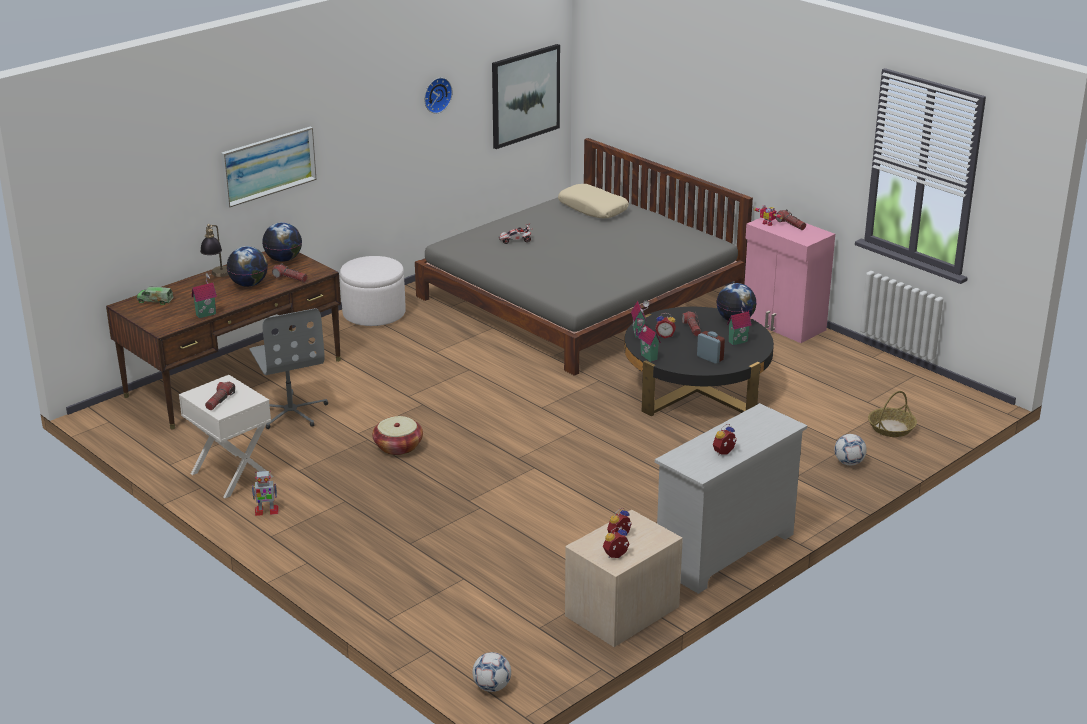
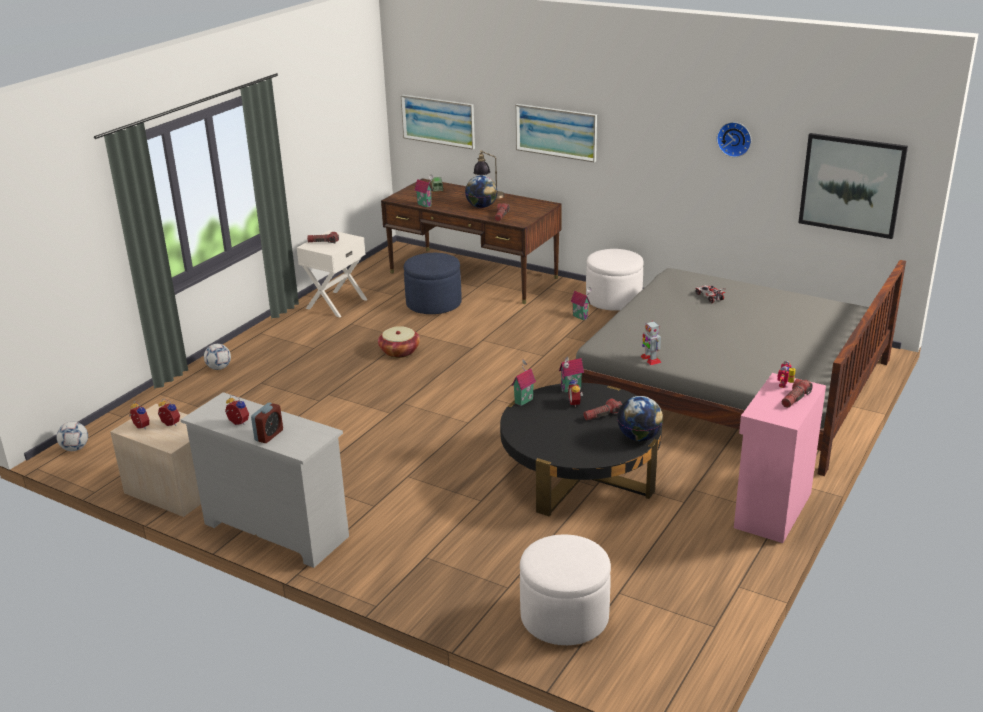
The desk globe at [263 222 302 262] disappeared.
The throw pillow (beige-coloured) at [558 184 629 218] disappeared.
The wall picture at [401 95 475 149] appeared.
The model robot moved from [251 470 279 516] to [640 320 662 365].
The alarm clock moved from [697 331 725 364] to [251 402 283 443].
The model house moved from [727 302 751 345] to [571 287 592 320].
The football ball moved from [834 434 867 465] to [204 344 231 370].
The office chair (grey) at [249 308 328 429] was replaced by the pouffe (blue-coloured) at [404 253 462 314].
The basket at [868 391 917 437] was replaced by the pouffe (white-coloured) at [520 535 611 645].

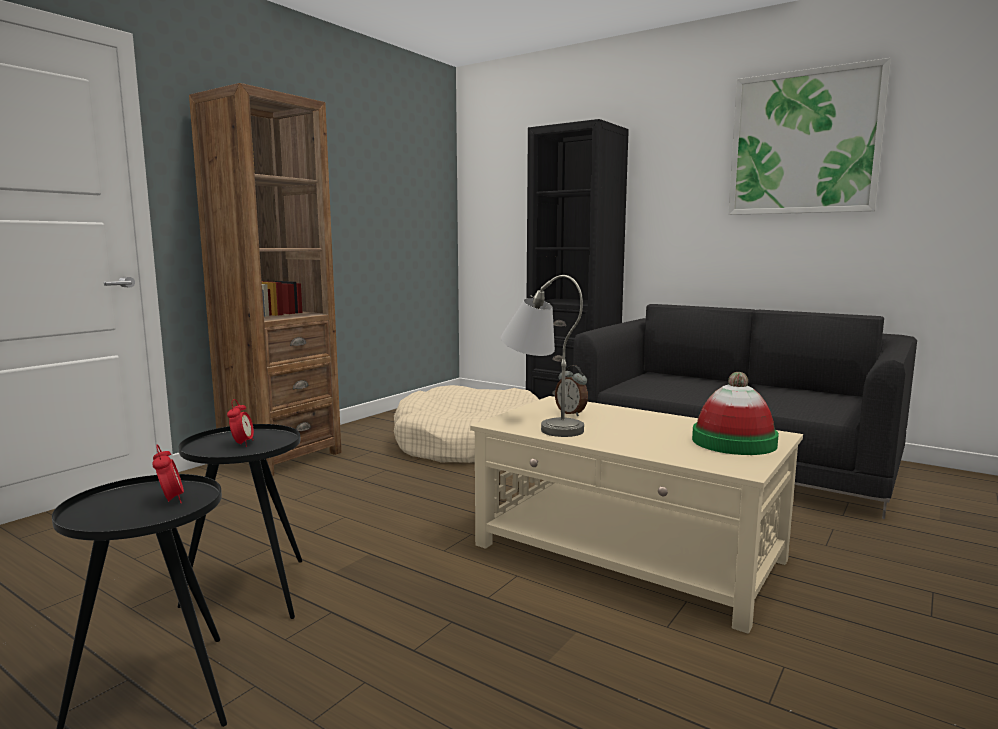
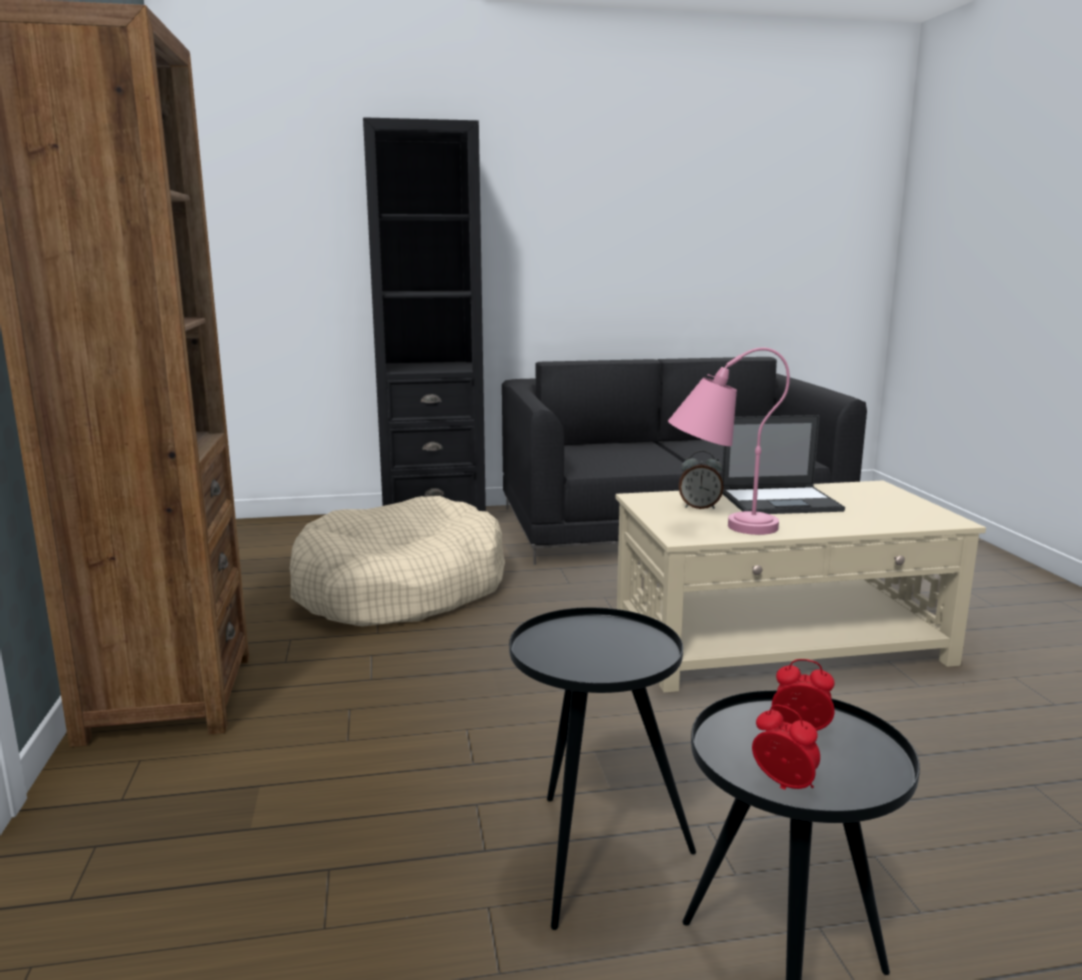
The wearable hat at [692 372 779 455] disappeared.
The wall picture at [728 58 891 215] disappeared.
The notebook computer at [722 415 845 514] appeared.
The alarm clock moved from [227 399 254 447] to [752 705 820 790].
The lamp for a table (grey) at [501 275 584 437] became the lamp for a table (pinkish) at [668 347 790 535].

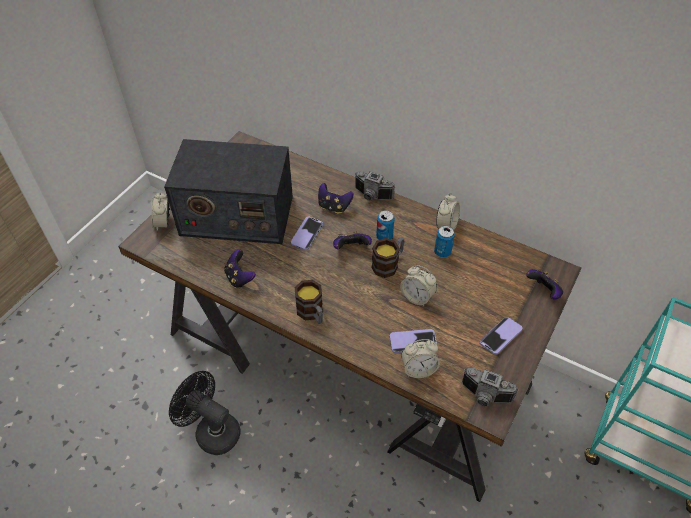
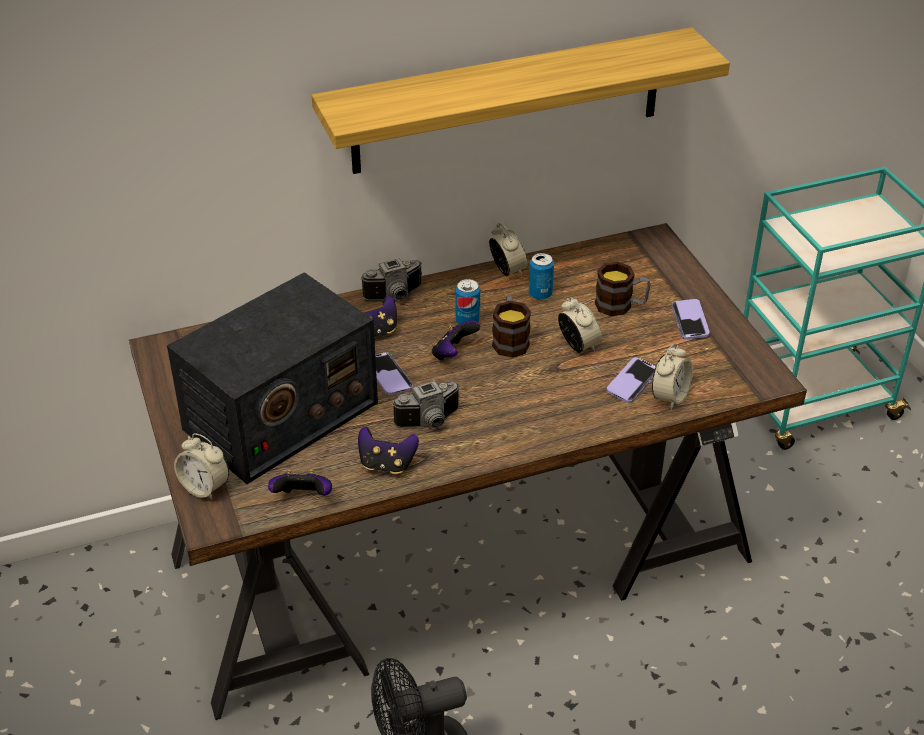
The shelf at [312 27 730 174] appeared.
The coffee mug moved from [295 280 323 324] to [595 262 651 316].
The photo camera moved from [462 367 518 406] to [392 381 460 429].
The joypad moved from [526 269 563 300] to [268 470 332 496].
The alarm clock at [400 265 437 306] turned 105 degrees counterclockwise.

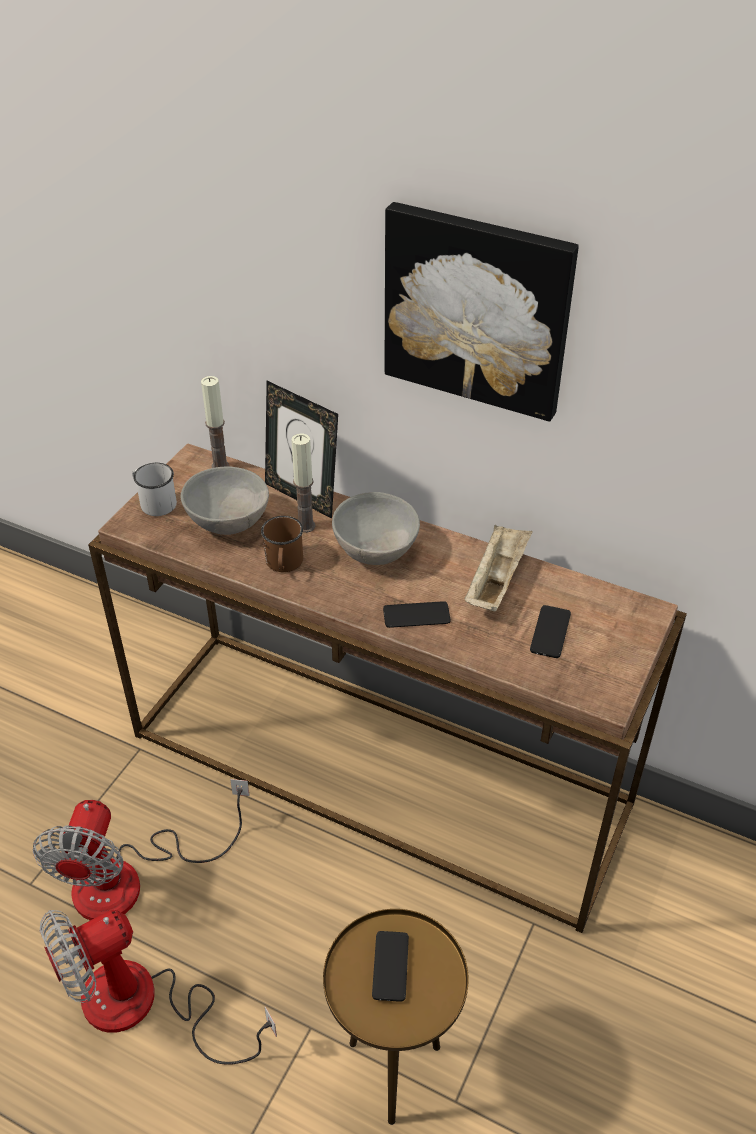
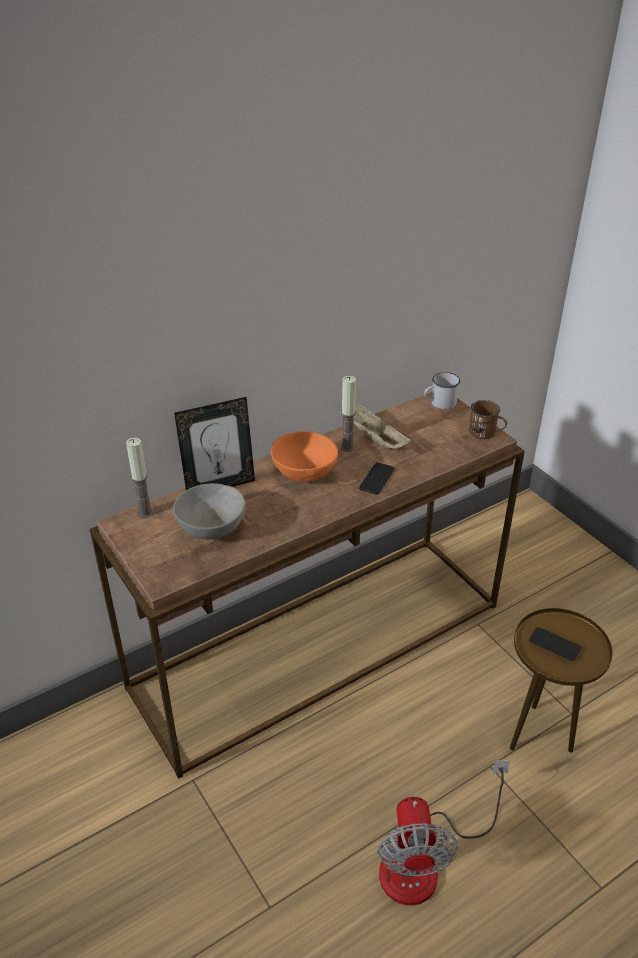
The electric fan at [32 779 250 920] disappeared.
The wall picture at [384 202 579 421] disappeared.
The handset at [530 605 571 658] disappeared.
The coffee mug (white-coloured) moved from [132 463 177 516] to [424 372 460 410].
The coffee mug (brownish) moved from [261 516 303 572] to [469 400 507 439].
The wax light moved from [291 434 316 533] to [341 376 356 452].
The deep dish (grey) at [332 492 420 565] became the deep dish (orangey) at [271 431 338 482].

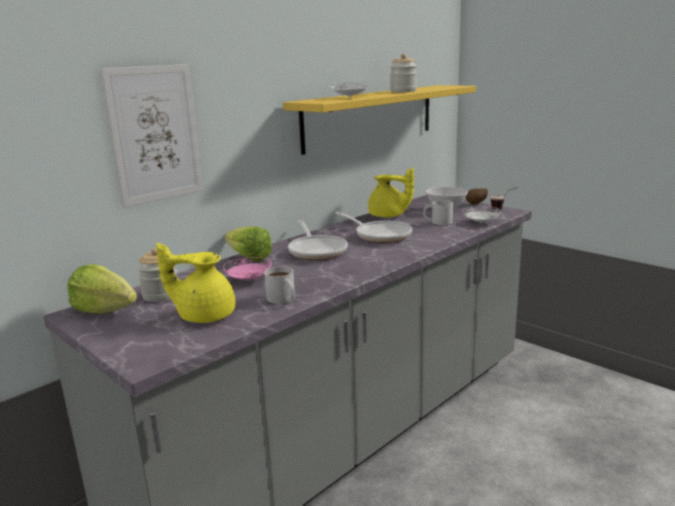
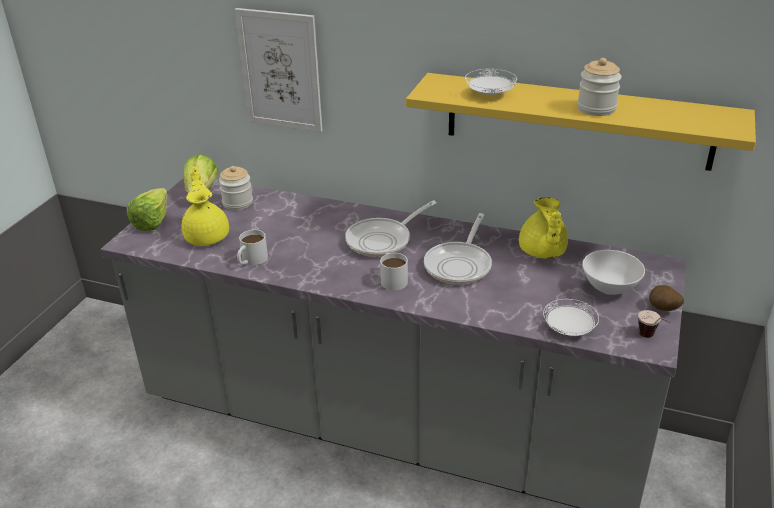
The dinner plate (pinkish) at [223 257 272 280] disappeared.
The head of lettuce moved from [224 227 272 262] to [127 188 168 231].
The coffee mug (white-coloured) moved from [423 200 453 225] to [380 253 408 291].

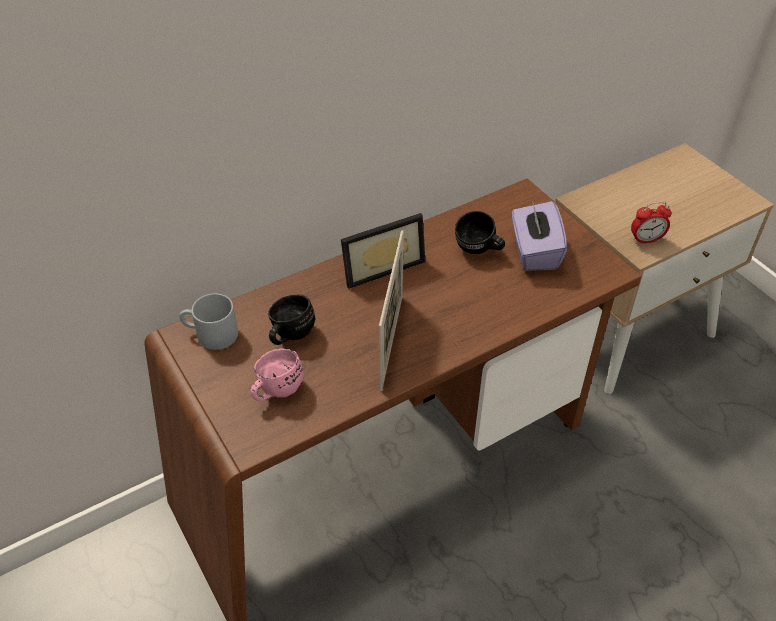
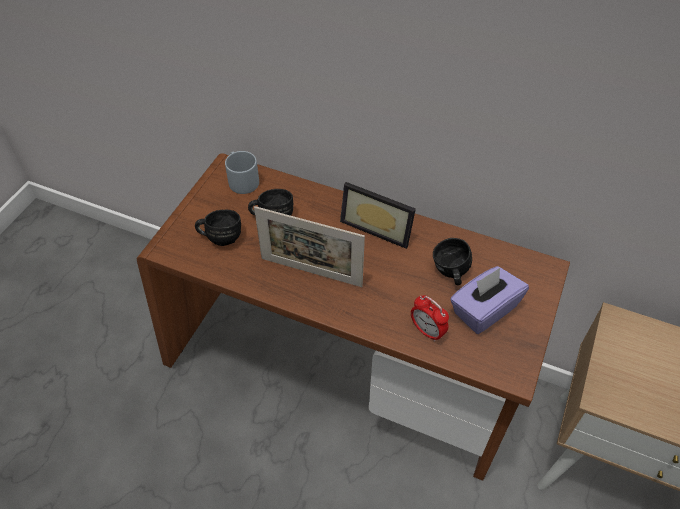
The alarm clock moved from [631 201 672 244] to [411 296 449 342].
The coffee mug (pinkish) at [250 349 304 401] became the coffee mug (black-coloured) at [195 209 241 246].
The standing frame at [379 230 404 391] turned 45 degrees clockwise.

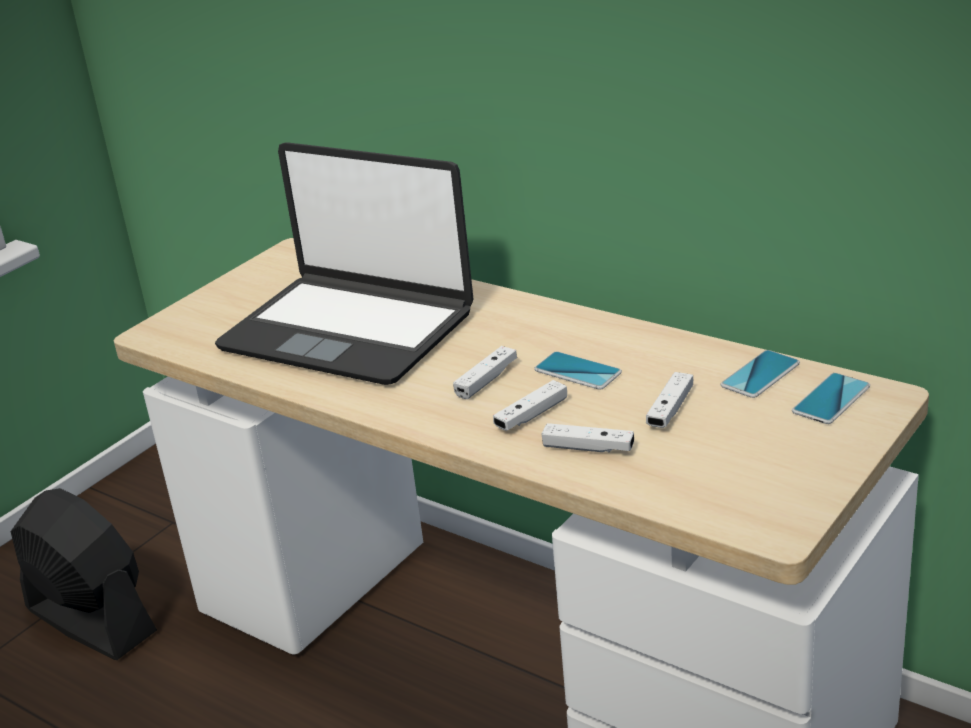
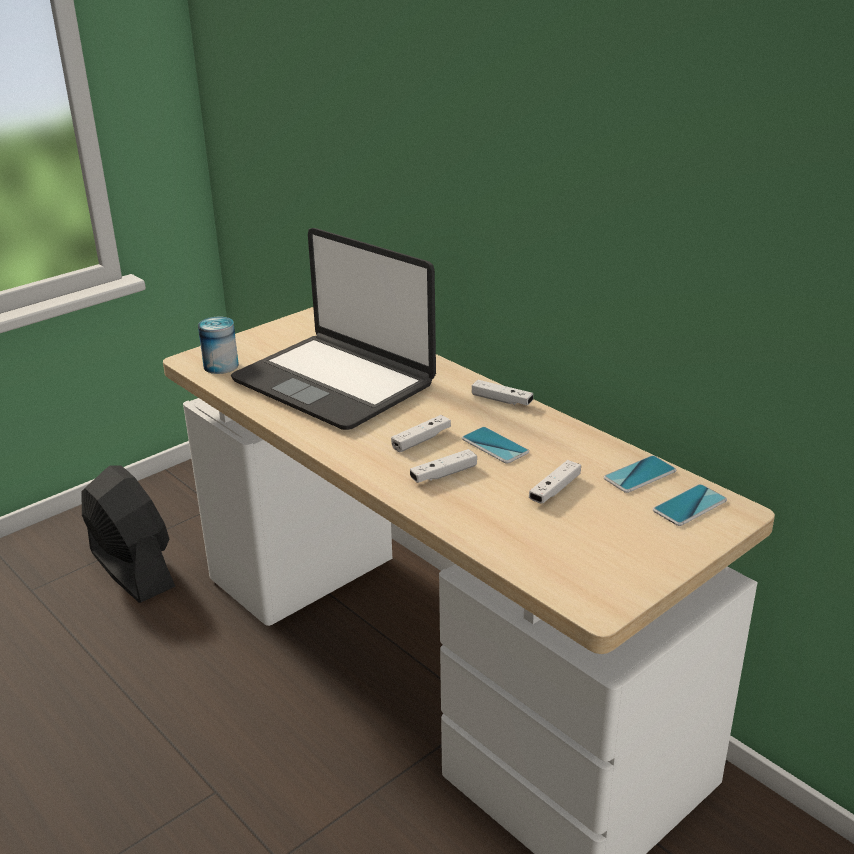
The can at [198 317 239 374] appeared.
The joypad (white-coloured) moved from [541 423 634 453] to [472 380 533 405].

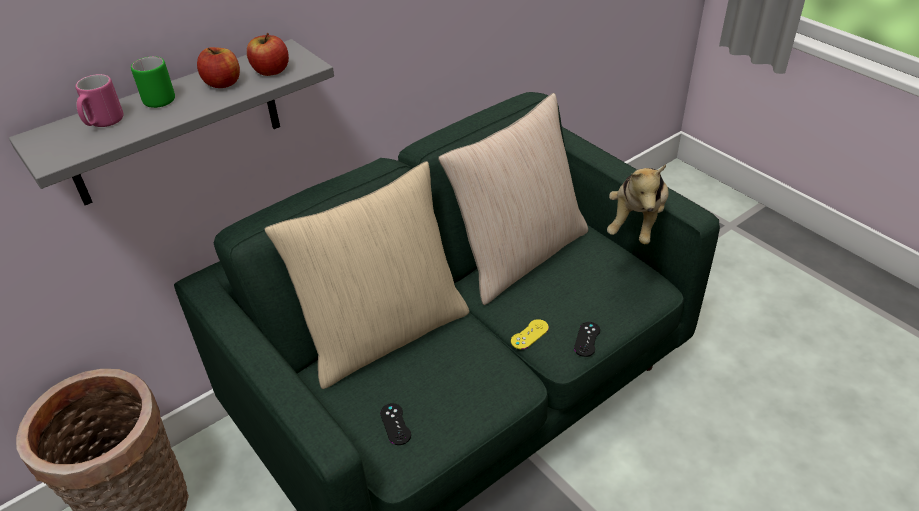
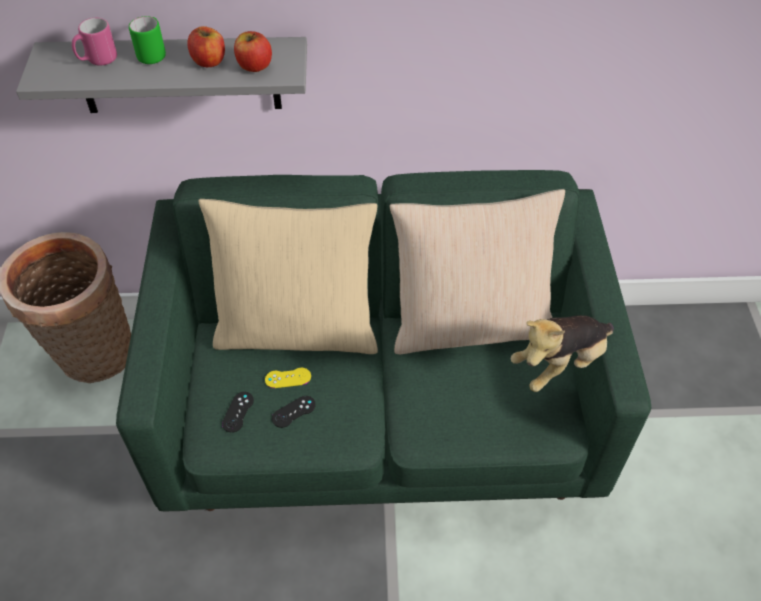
The joypad (yellowish) moved from [511 319 549 349] to [265 368 311 388].
The joypad (black-coloured) moved from [574 322 600 357] to [272 396 316 428].

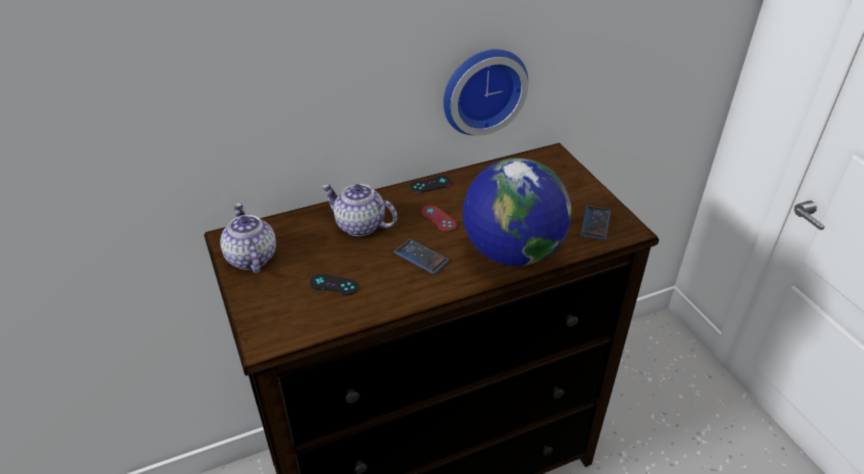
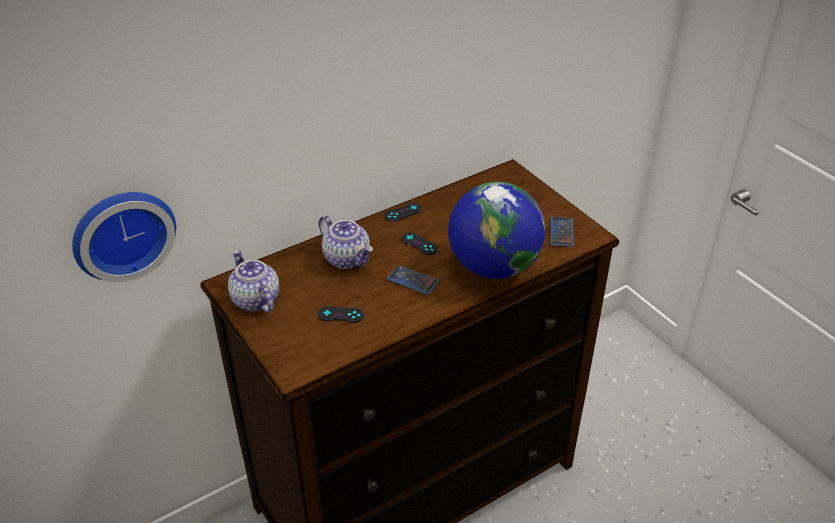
The wall clock moved from [443 49 528 136] to [72 192 176 282].
The joypad (red) at [421 205 457 232] became the joypad (black-coloured) at [401 232 438 255].
The pot for tea at [321 184 397 236] turned 150 degrees counterclockwise.

